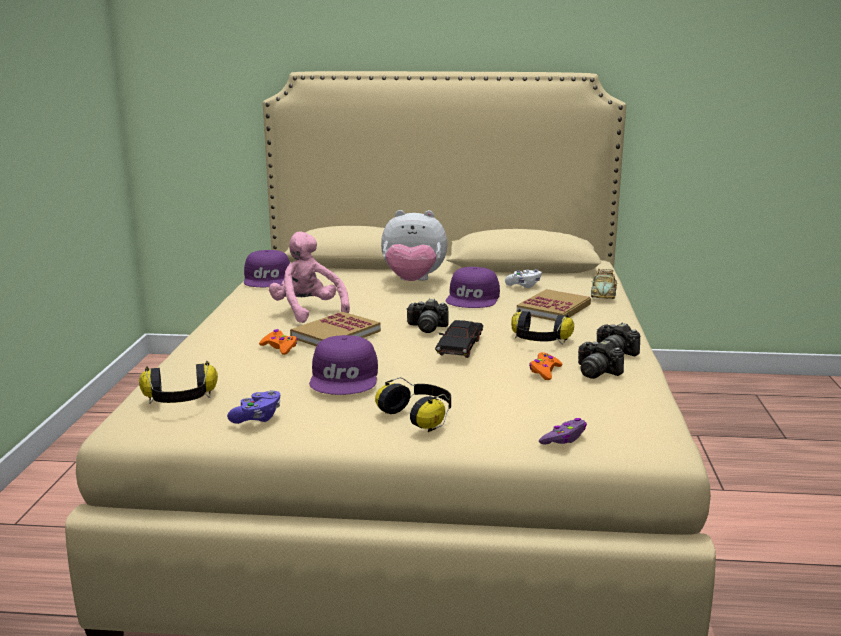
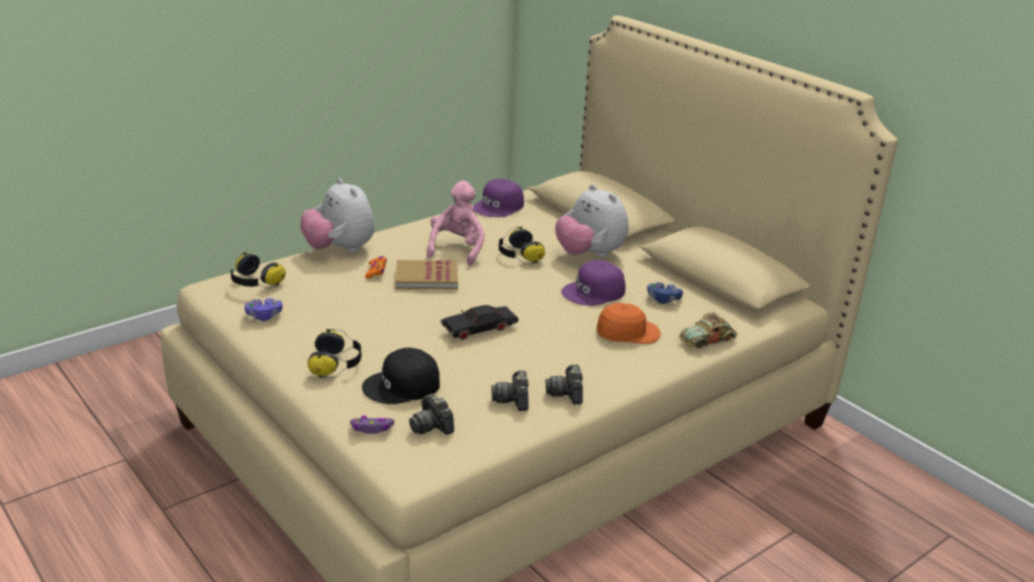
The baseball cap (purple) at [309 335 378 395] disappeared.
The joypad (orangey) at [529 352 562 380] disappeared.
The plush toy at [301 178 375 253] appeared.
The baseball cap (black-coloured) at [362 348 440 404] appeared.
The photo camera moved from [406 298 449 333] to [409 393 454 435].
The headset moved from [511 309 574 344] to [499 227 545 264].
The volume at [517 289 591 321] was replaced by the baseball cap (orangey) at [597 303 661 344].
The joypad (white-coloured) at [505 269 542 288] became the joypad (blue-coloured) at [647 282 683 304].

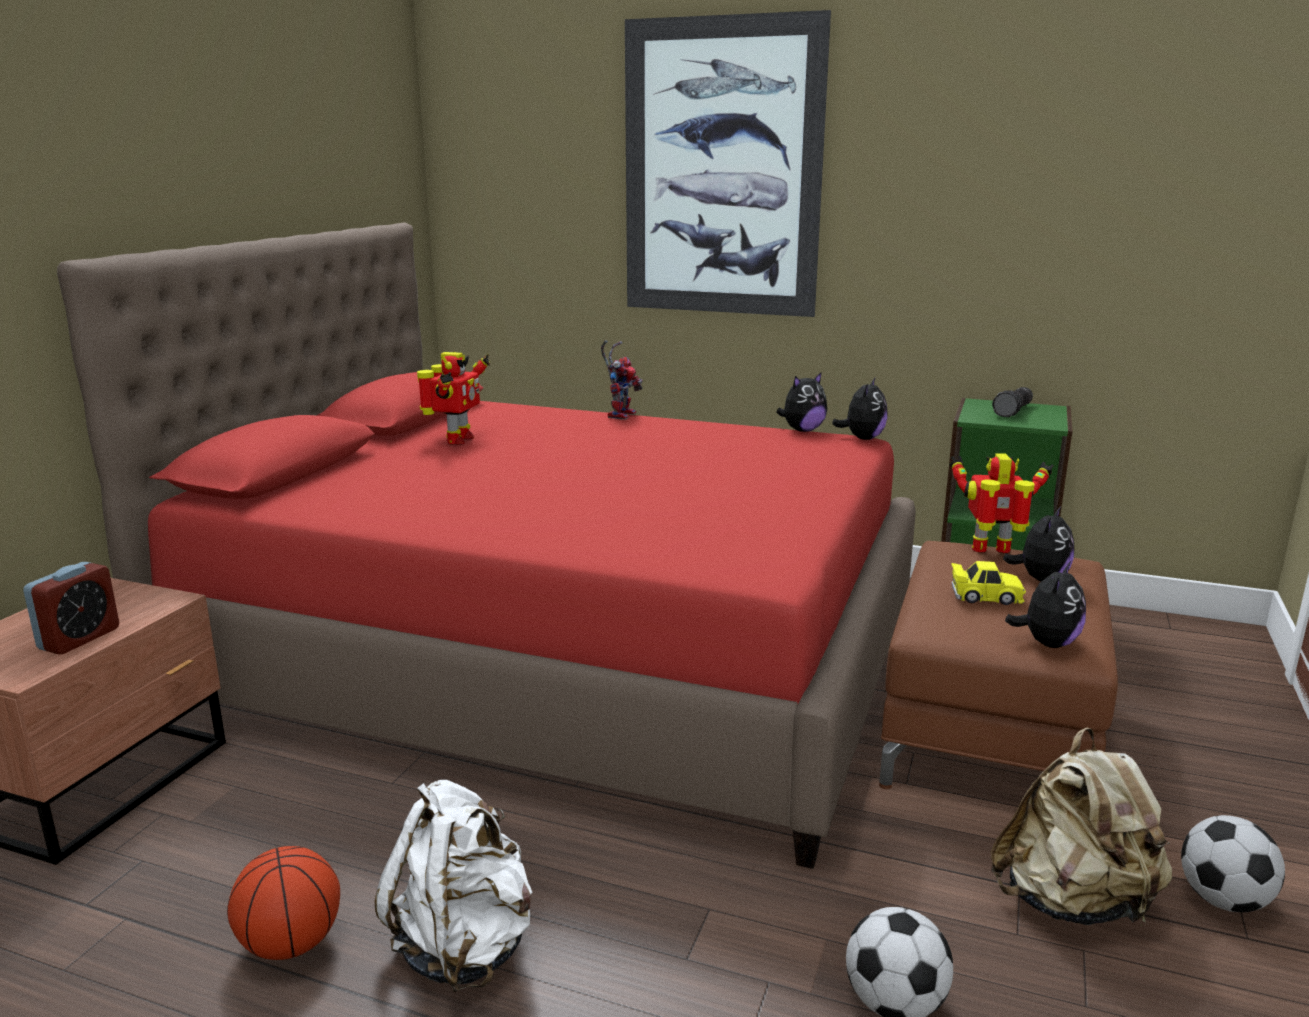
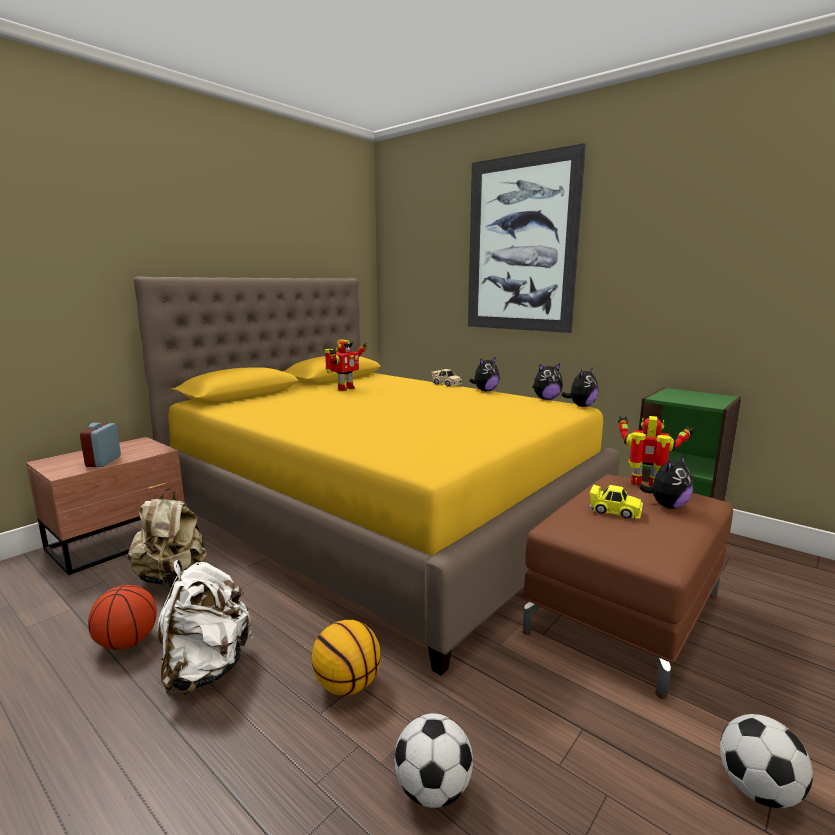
The hand torch at [992 387 1033 417] disappeared.
The basketball at [312 620 381 696] appeared.
The backpack (beige-coloured) moved from [990 727 1172 926] to [128 488 207 588].
The plush toy moved from [1005 561 1086 648] to [470 357 500 391].
The model robot at [601 340 643 420] was replaced by the model car (beige-coloured) at [431 369 462 386].
The sleeping bed (red) at [57 223 916 869] became the sleeping bed (yellowish) at [133 277 619 676].
The alarm clock at [23 562 119 654] turned 135 degrees clockwise.

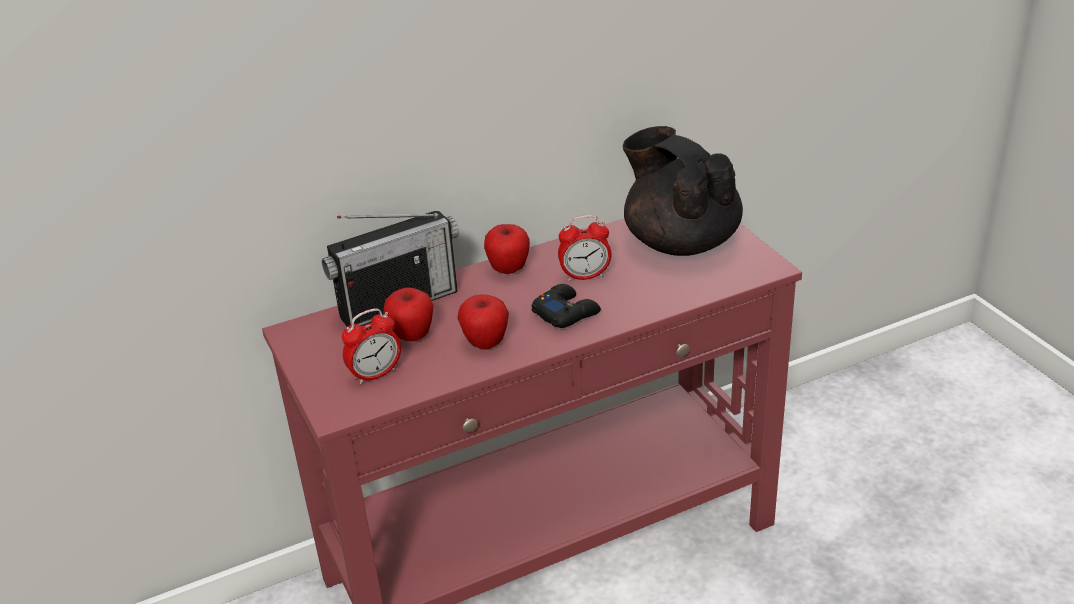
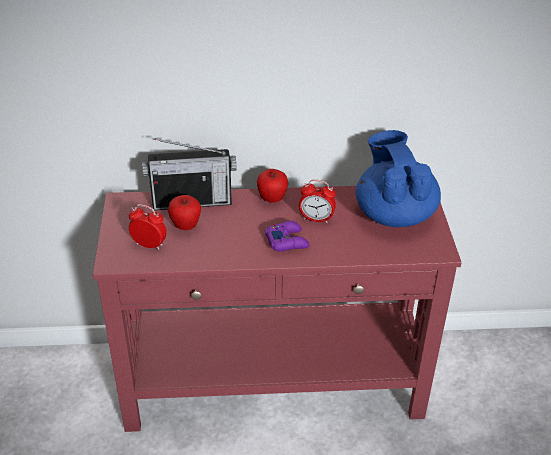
The apple fruit at [457 294 509 350] disappeared.
The joypad (black-coloured) at [531 284 601 328] became the joypad (purple) at [265 221 310 252].
The pot for tea (black-coloured) at [623 126 743 256] became the pot for tea (blue-coloured) at [356 130 441 227].
The alarm clock at [342 308 401 385] turned 150 degrees counterclockwise.

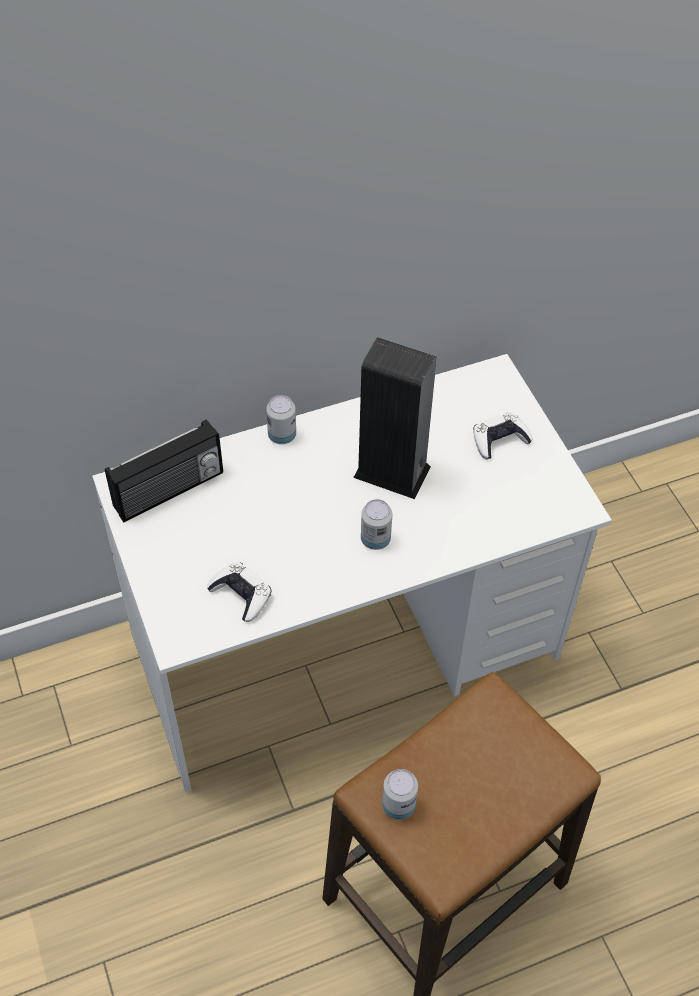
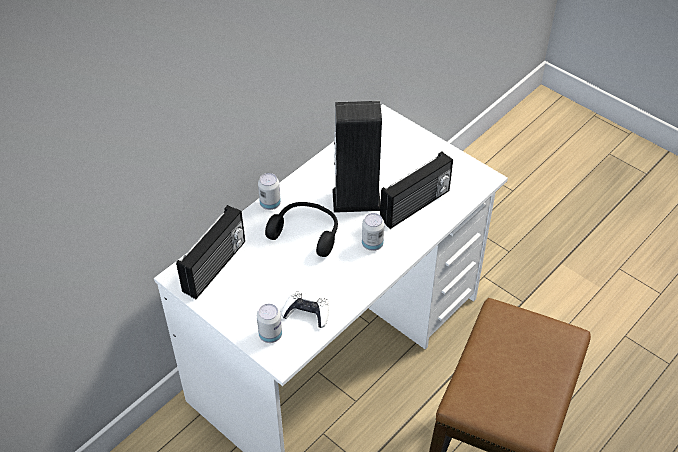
The joypad (white-coloured) at [473 413 532 460] disappeared.
The headset (black-coloured) at [265 202 338 257] appeared.
The radio receiver at [380 151 453 229] appeared.
The can moved from [382 769 418 820] to [257 304 282 343].

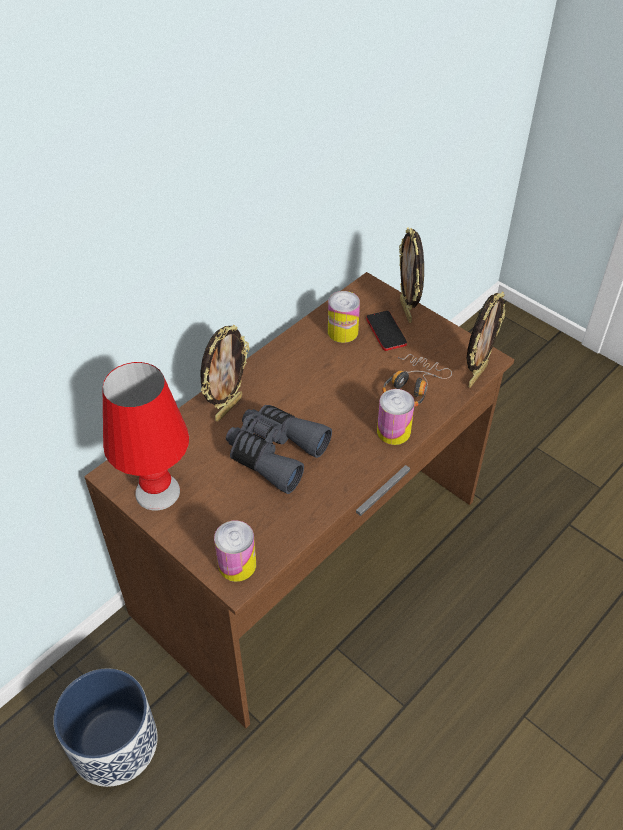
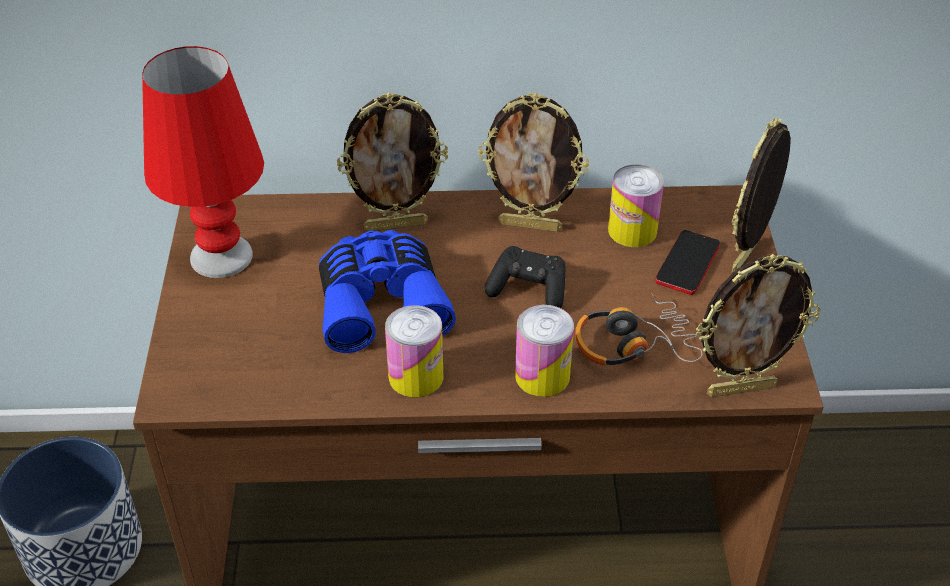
The standing frame at [478 93 589 232] appeared.
The joypad (black-coloured) at [485 246 566 308] appeared.
The can moved from [214 521 256 582] to [385 305 443 397].
The binoculars (grey) at [226 405 332 494] became the binoculars (blue-coloured) at [319 230 456 353].

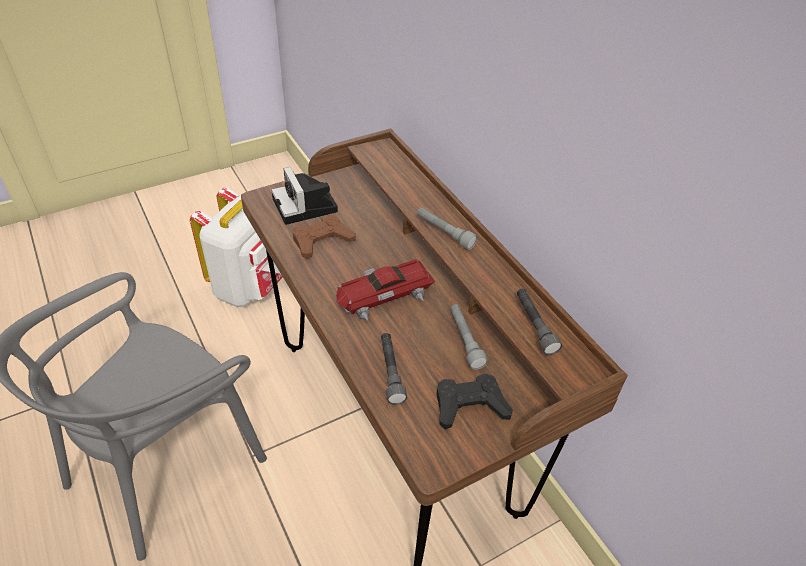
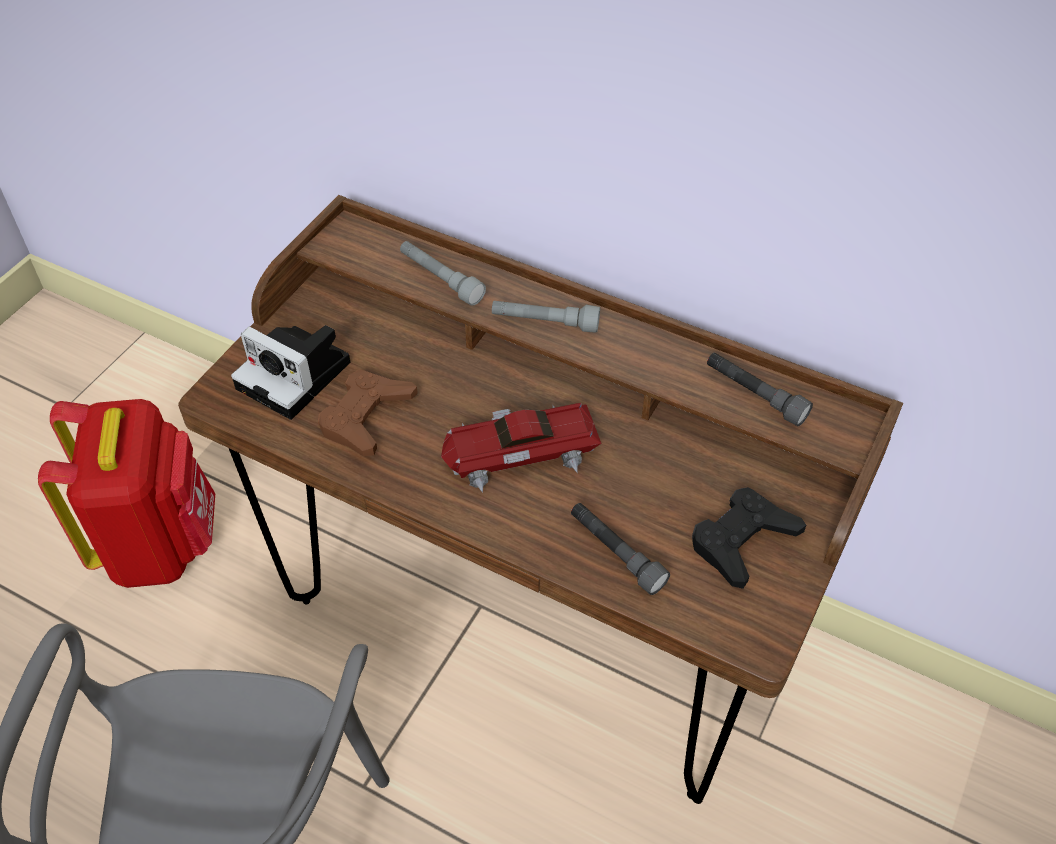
The hand torch (grey) moved from [450 304 488 370] to [400 241 486 306].
The backpack (white-coloured) at [190 187 282 307] became the backpack (red) at [38 399 215 588].
The model car at [336 259 435 321] turned 45 degrees clockwise.

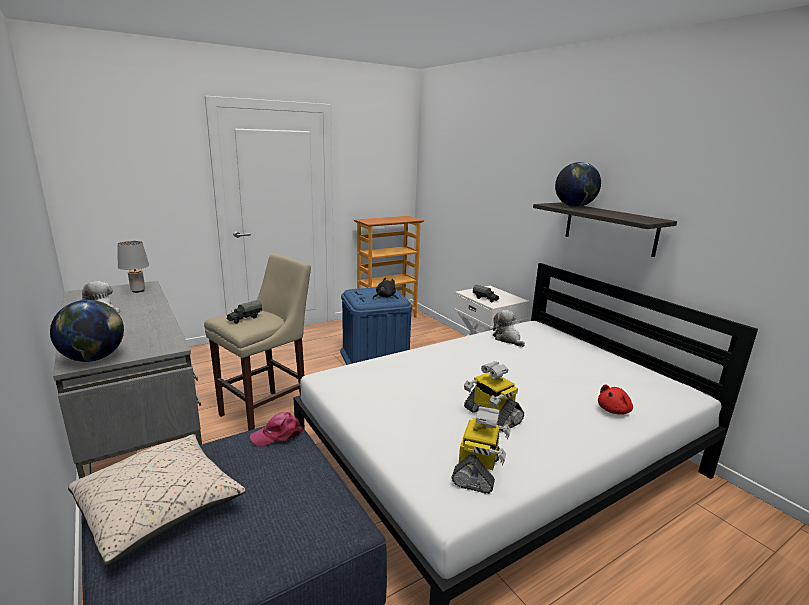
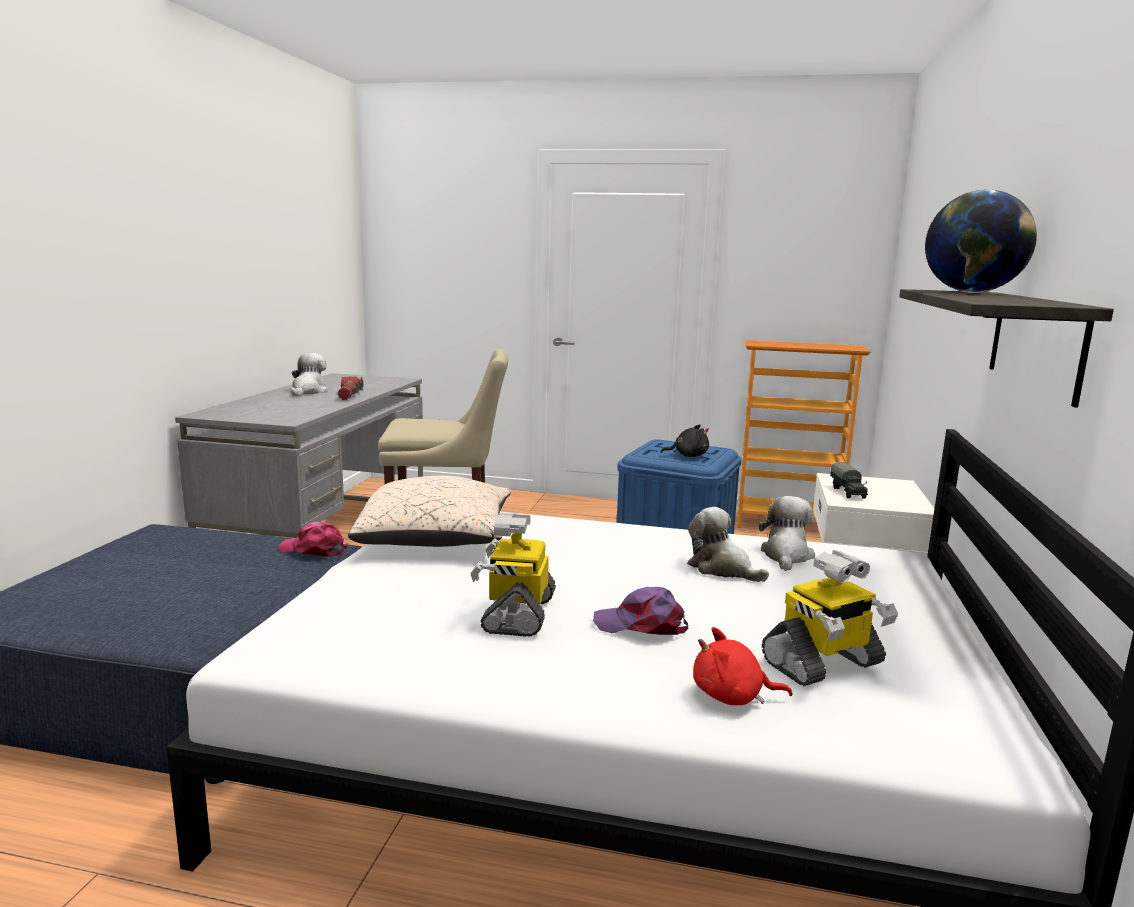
The desk globe at [50 300 124 362] disappeared.
The lamp for a table (grey) at [117 241 149 293] disappeared.
The toy truck at [226 300 262 324] disappeared.
The hand torch at [338 376 364 400] appeared.
The baseball cap (purple) at [593 587 688 635] appeared.
The plush toy at [687 507 769 582] appeared.
The throw pillow (beige-coloured) moved from [68 434 245 566] to [348 475 511 547].
The model robot moved from [452 406 511 494] to [762 550 898 686].

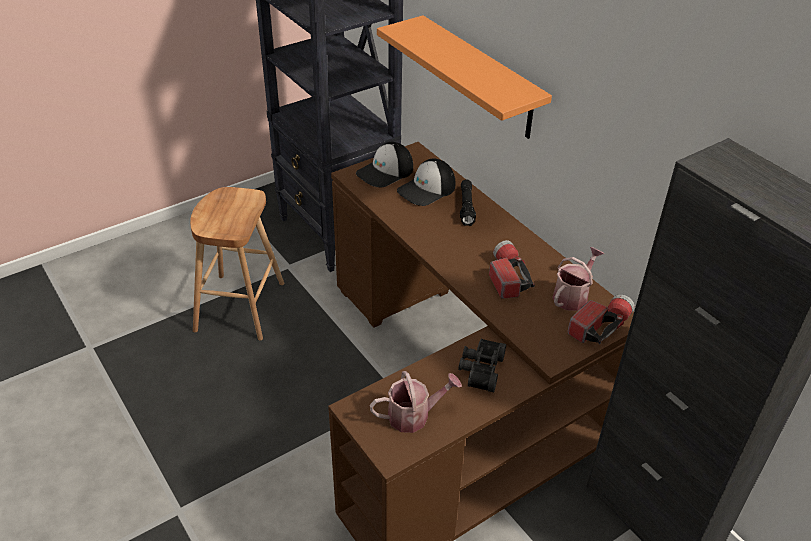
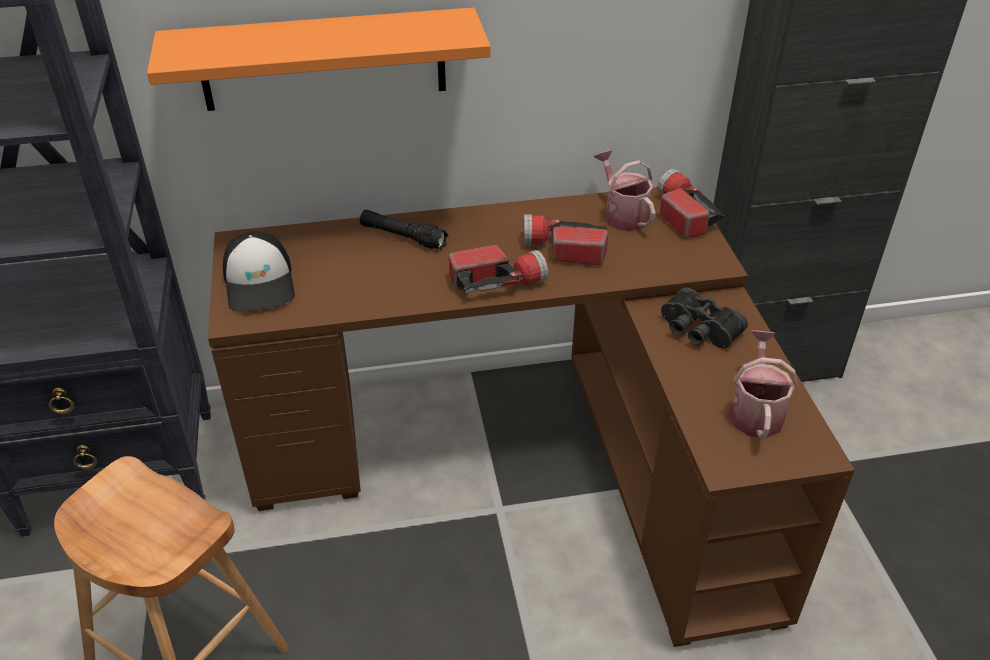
The baseball cap at [397 158 455 206] disappeared.
The hand torch at [449 245 548 294] appeared.

